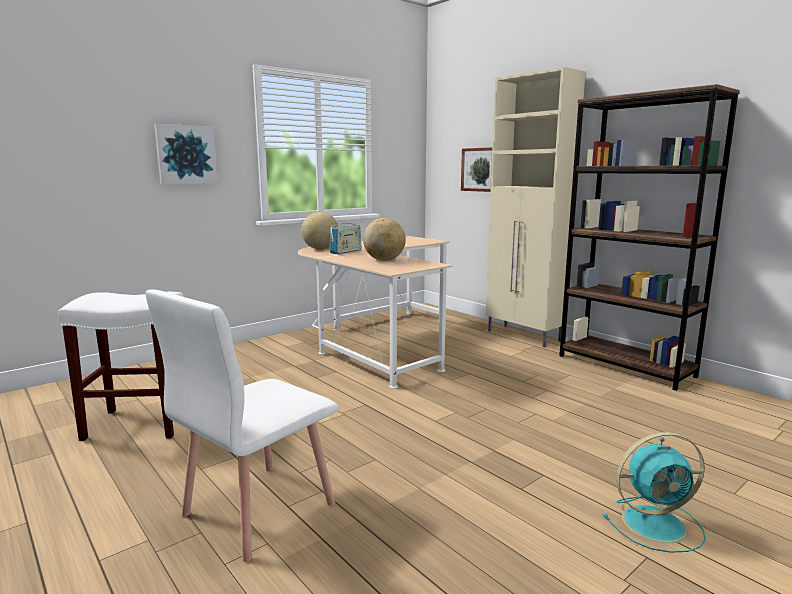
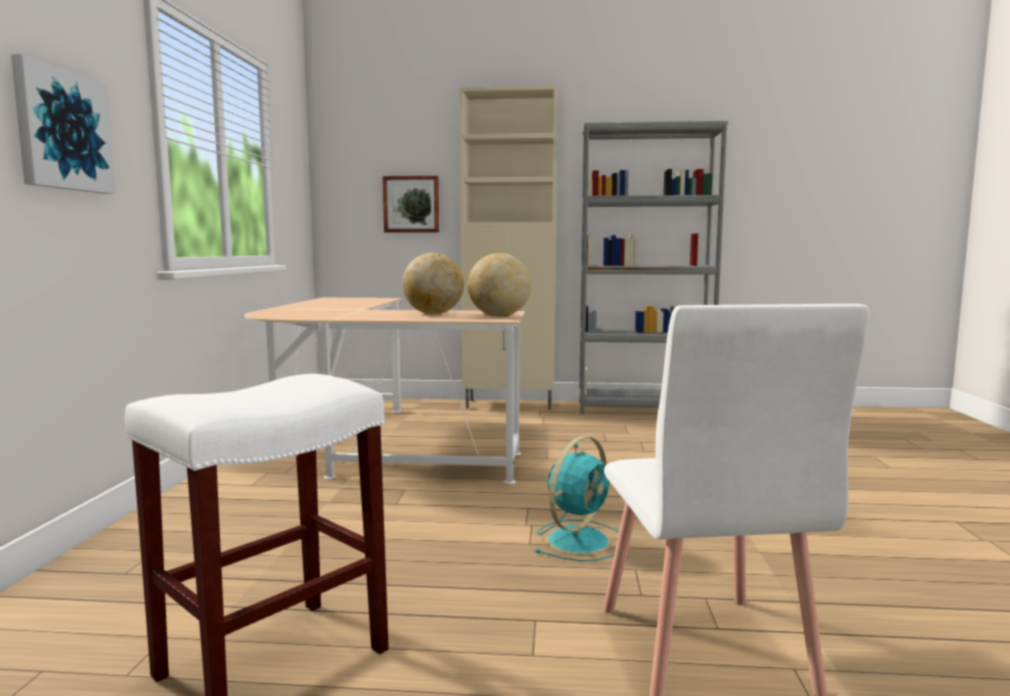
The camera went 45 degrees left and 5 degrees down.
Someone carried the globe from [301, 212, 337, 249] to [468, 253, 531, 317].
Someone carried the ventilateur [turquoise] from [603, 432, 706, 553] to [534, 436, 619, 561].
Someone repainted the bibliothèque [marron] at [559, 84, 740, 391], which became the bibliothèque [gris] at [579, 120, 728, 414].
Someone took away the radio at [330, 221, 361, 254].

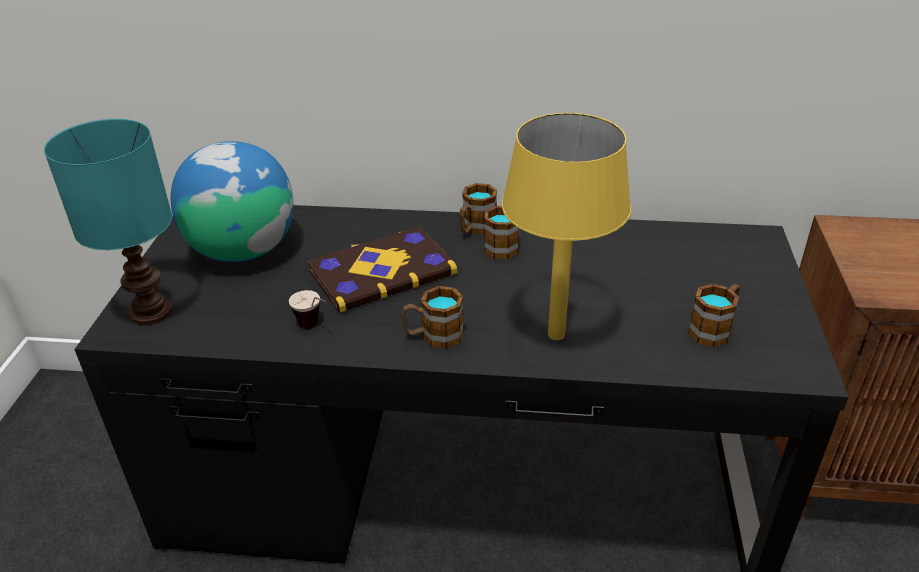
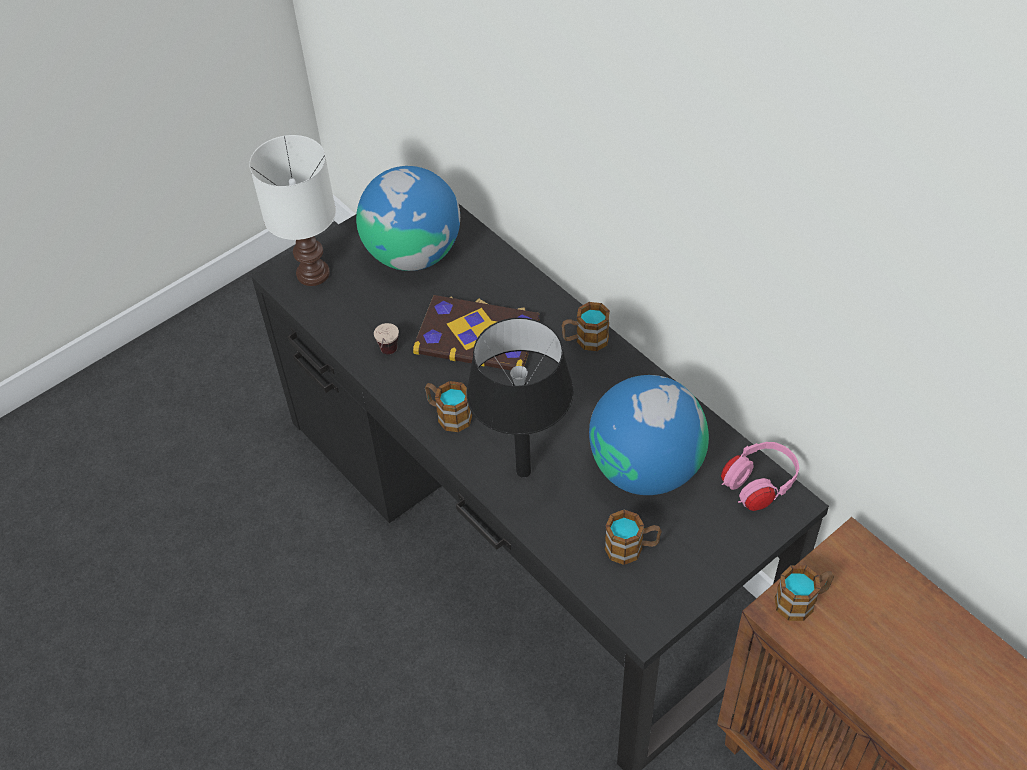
The camera went 45 degrees right and 15 degrees up.
Someone repainted the lampe de table [turquoise] at [44, 119, 173, 325], which became the lampe de table [blanc] at [249, 135, 336, 286].
Someone repainted the lampe de table [jaune] at [502, 113, 631, 340], which became the lampe de table [noir] at [466, 317, 574, 478].
Someone put down the globe at [589, 375, 709, 495].
Someone put down the casque audio [rose] at [721, 442, 799, 511].
Someone carried the mug from [484, 206, 519, 259] to [775, 565, 834, 621].

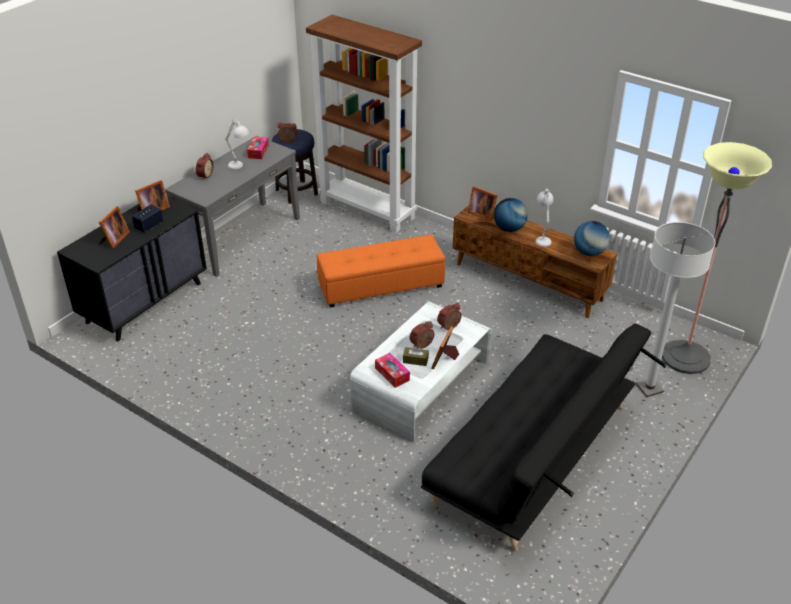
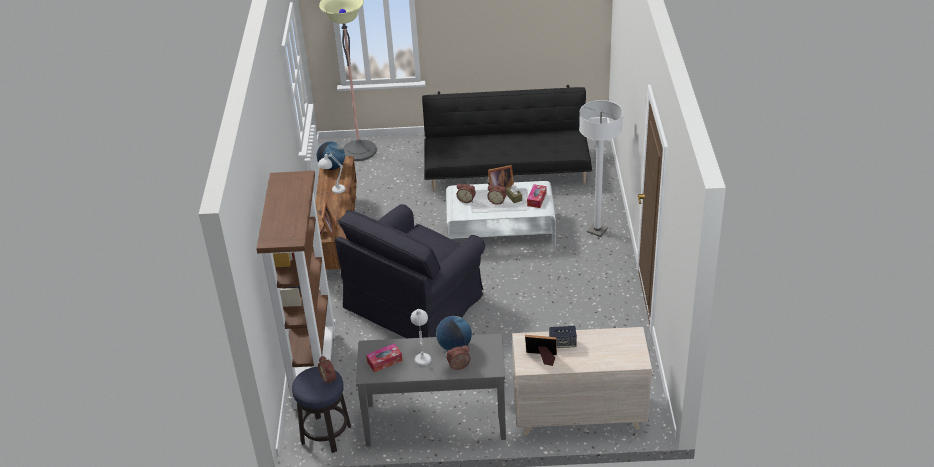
The camera went 125 degrees left and 0 degrees up.
Someone swapped the pouf [orange] at [317, 235, 445, 308] for the fauteuil [noir] at [335, 204, 485, 338].
Someone carried the globe from [494, 198, 528, 232] to [436, 316, 472, 351].
Someone repainted the commode [noir] at [57, 197, 207, 342], which became the commode [beige] at [512, 327, 652, 435].
Someone carried the lampadaire [blanc] from [636, 222, 715, 397] to [579, 100, 623, 237].
Someone took away the cadre photo at [99, 206, 130, 249].

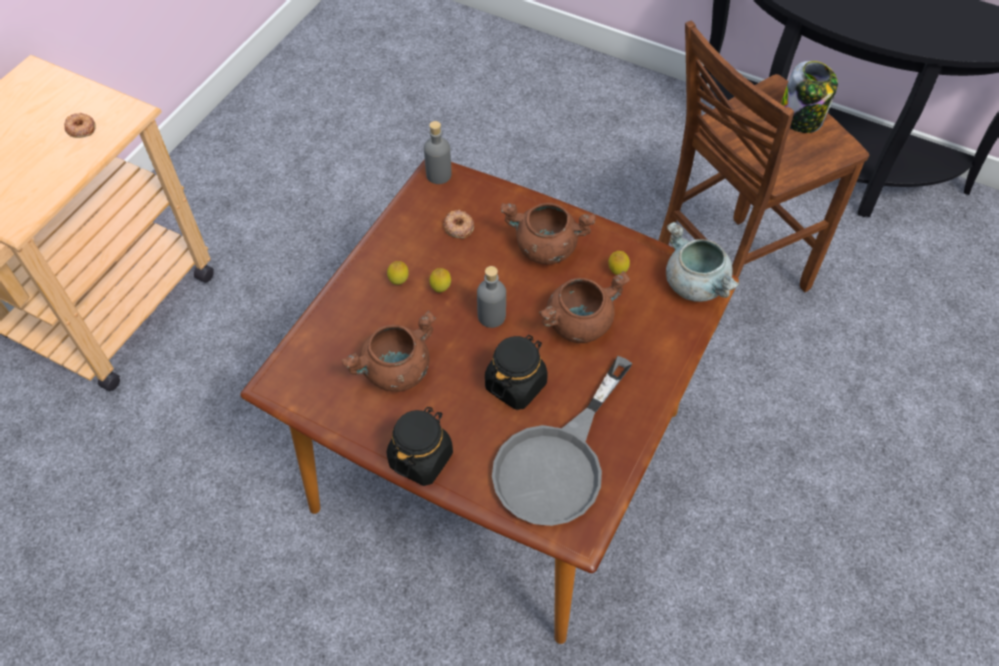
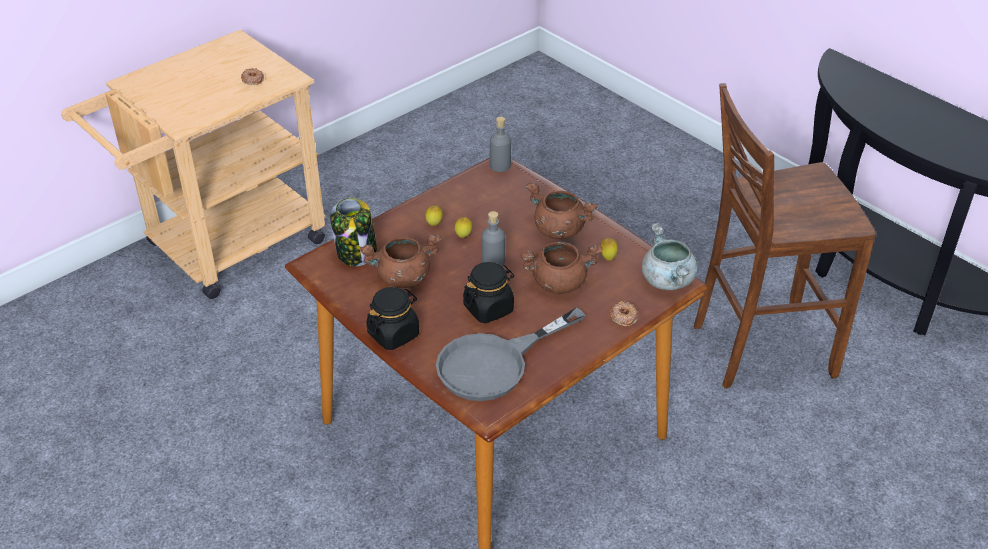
The camera went 20 degrees right and 15 degrees down.
Someone carried the bocal from [781, 61, 838, 133] to [330, 198, 377, 266].
Someone carried the beignet from [443, 210, 474, 238] to [610, 301, 638, 327].

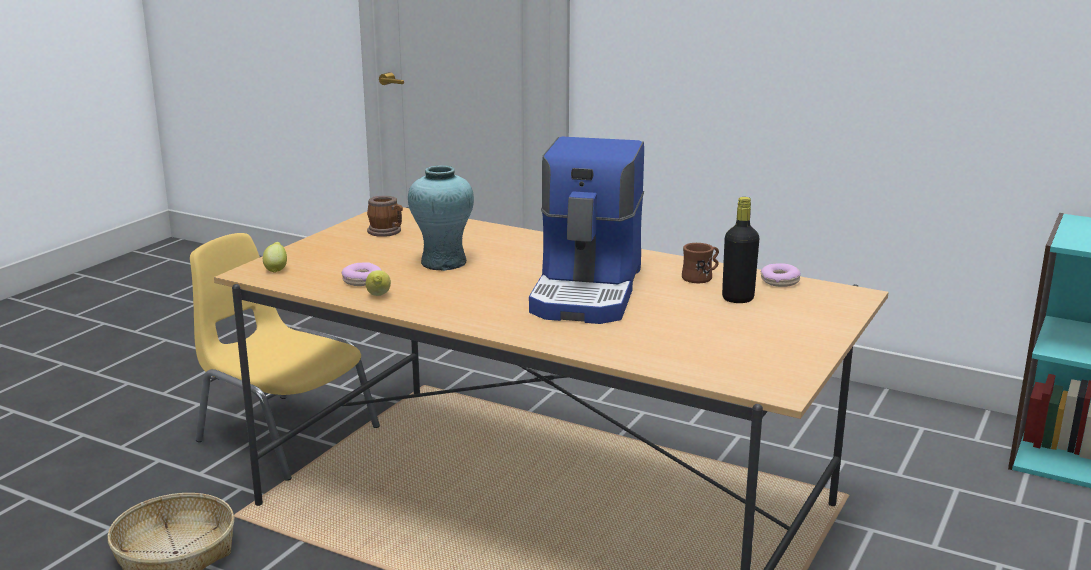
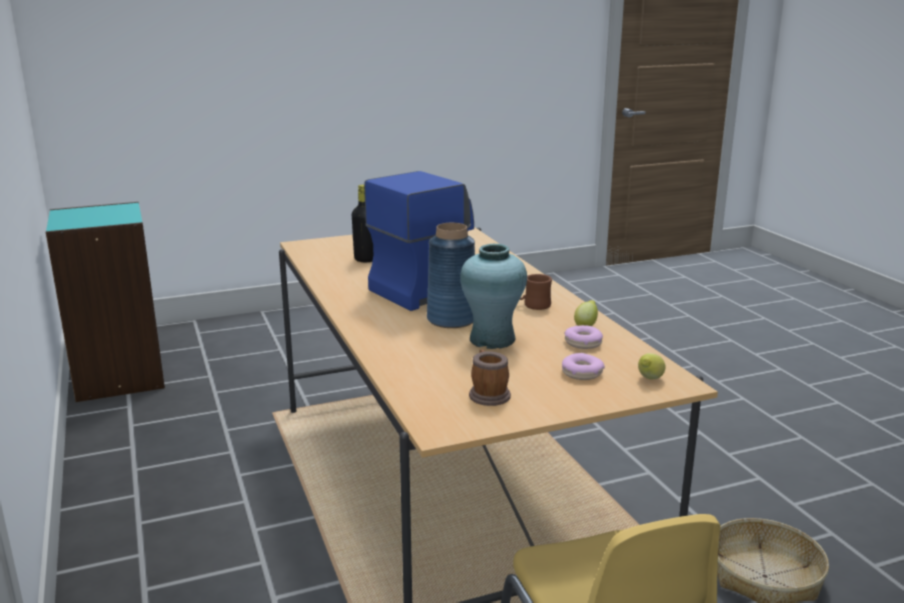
The camera went 140 degrees left and 0 degrees up.
Someone put down the vase [bleu] at [427, 223, 475, 328].
Someone carried the mug [marron] from [682, 243, 719, 283] to [520, 274, 552, 310].
Someone carried the beignet from [761, 263, 801, 287] to [562, 353, 605, 380].

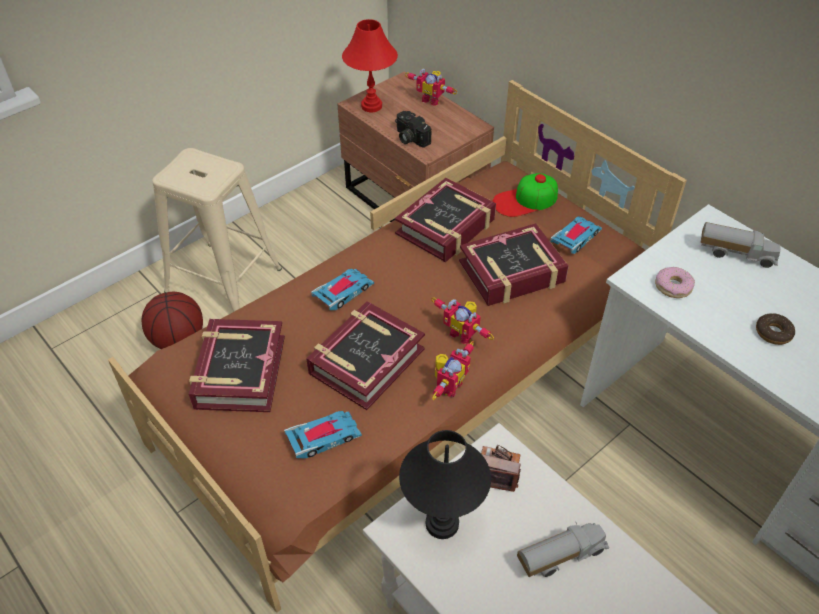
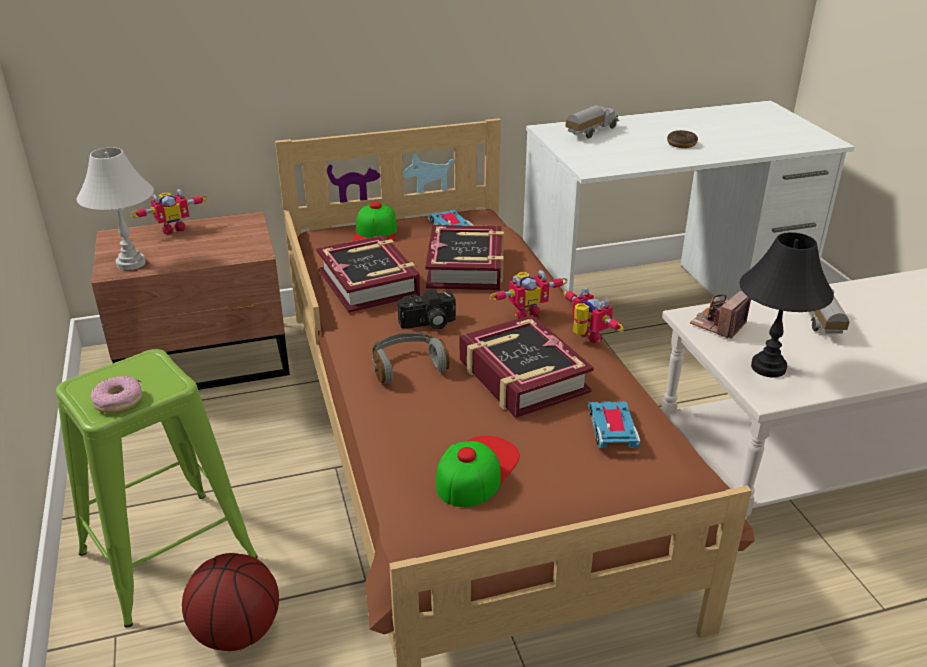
The camera went 65 degrees left and 15 degrees down.
Someone repainted the tabouret [beige] at [152, 148, 282, 312], which became the tabouret [vert] at [56, 349, 258, 628].
Someone repainted the lampe de table [rouge] at [342, 19, 398, 112], which became the lampe de table [blanc] at [77, 147, 154, 270].
Someone carried the beignet from [655, 267, 695, 298] to [90, 376, 142, 413].
Someone swapped the petite voiture at [311, 269, 374, 310] for the casque audio [gris] at [372, 332, 450, 384].
Someone carried the appareil photo from [395, 111, 431, 148] to [398, 289, 456, 329].
Someone swapped the livre at [189, 319, 285, 412] for the casquette at [436, 436, 520, 507].

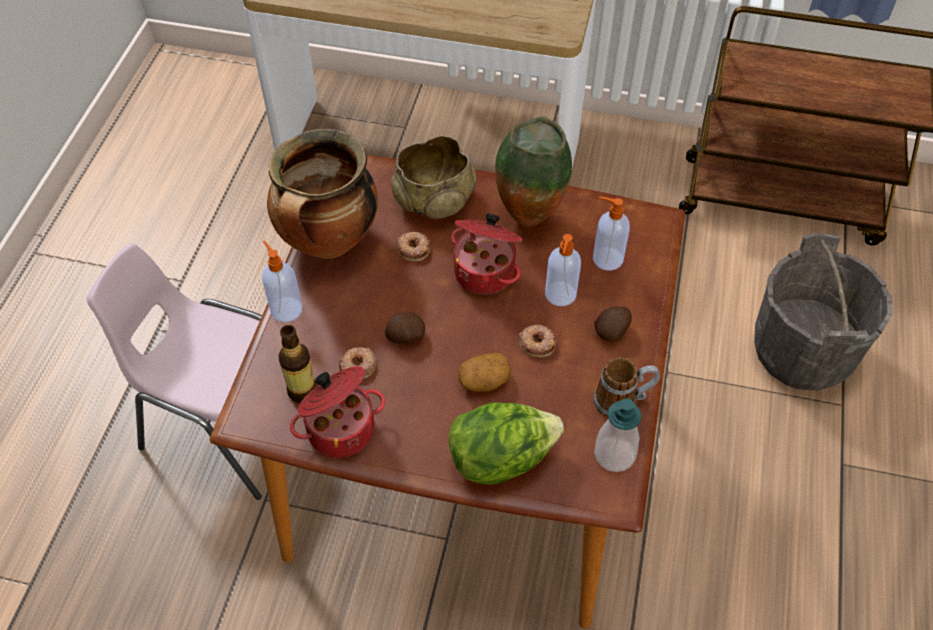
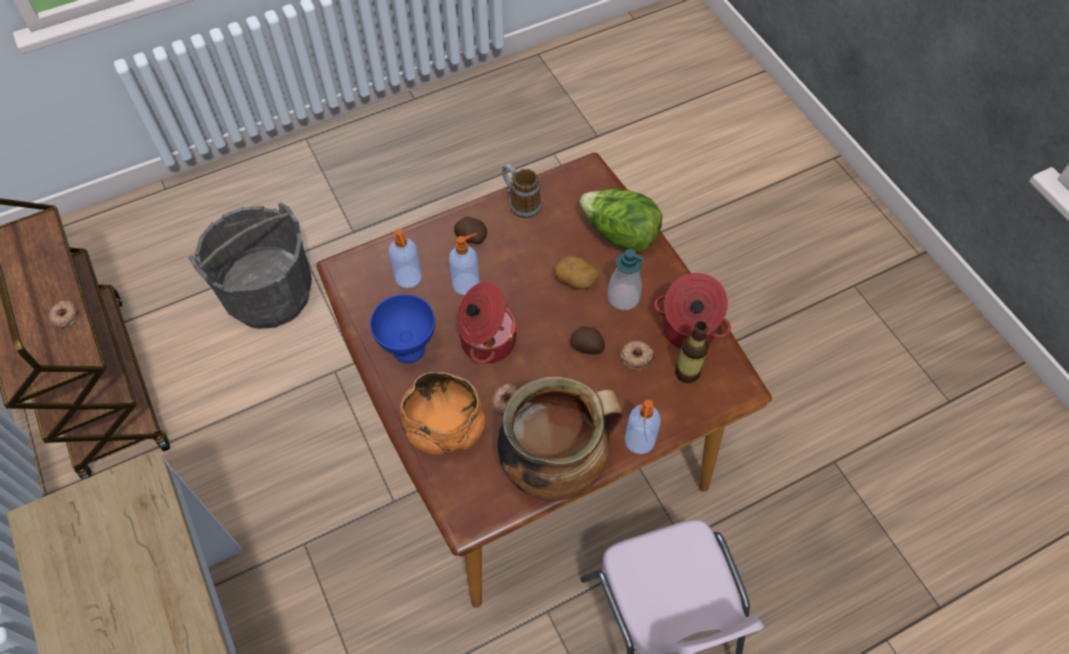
The camera went 130 degrees left and 5 degrees up.
Someone carried the beignet from [519, 325, 557, 357] to [48, 300, 79, 329].
Someone swapped the vase at [495, 117, 572, 227] for the bol [bleu] at [370, 294, 435, 363].
Someone repainted the bol [beige] at [391, 136, 477, 219], which became the bol [orange] at [400, 372, 486, 455].
Someone carried the distributeur de savon from [594, 398, 642, 472] to [607, 249, 644, 310].

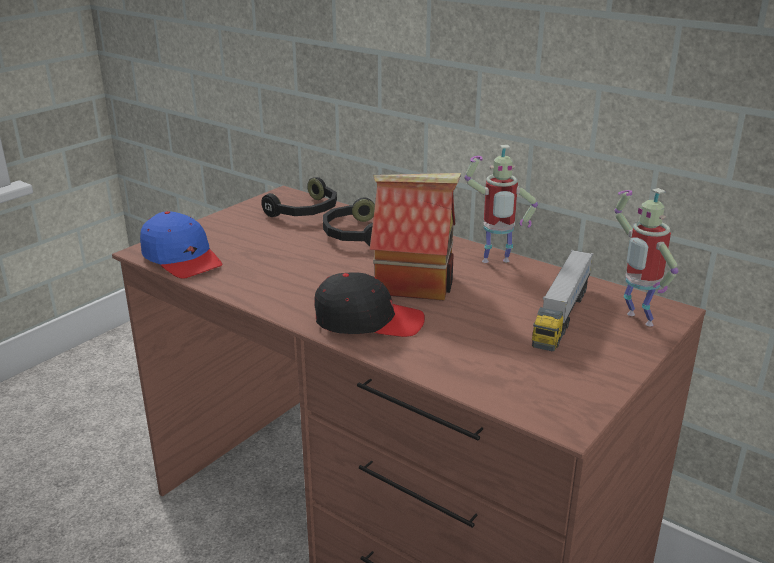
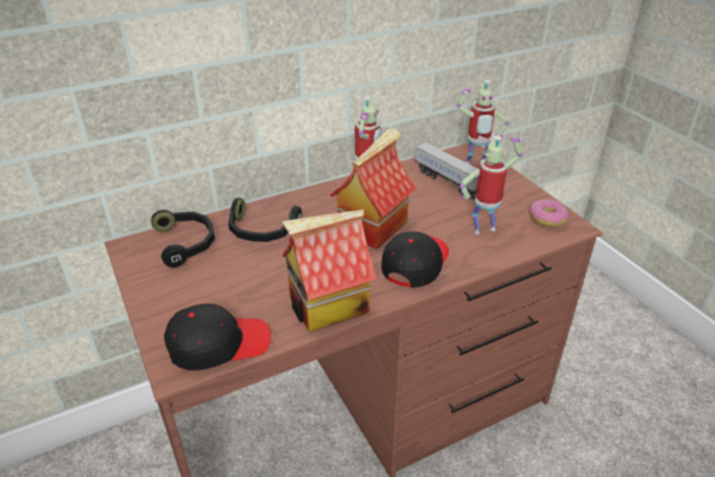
The camera went 65 degrees left and 10 degrees up.
Someone repainted the casquette [bleu] at [140, 211, 222, 279], which became the casquette [noir] at [164, 304, 271, 371].
Someone put down the maison miniature at [282, 209, 377, 332].
Someone put down the robot jouet at [460, 136, 522, 235].
Someone put down the beignet at [529, 199, 569, 227].

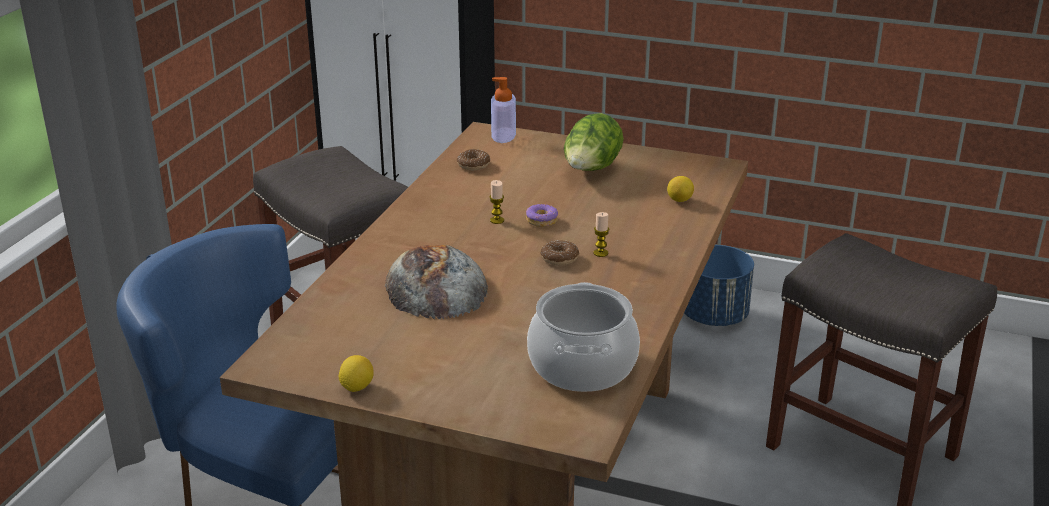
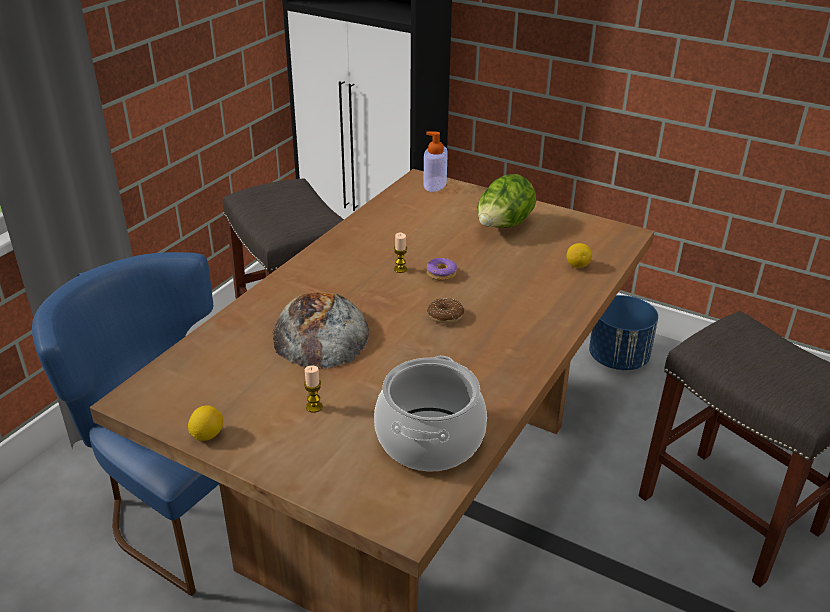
The camera went 10 degrees right and 5 degrees up.
Someone carried the bougie from [593, 212, 609, 257] to [304, 366, 323, 413].
Someone took away the beignet at [457, 149, 490, 170].

